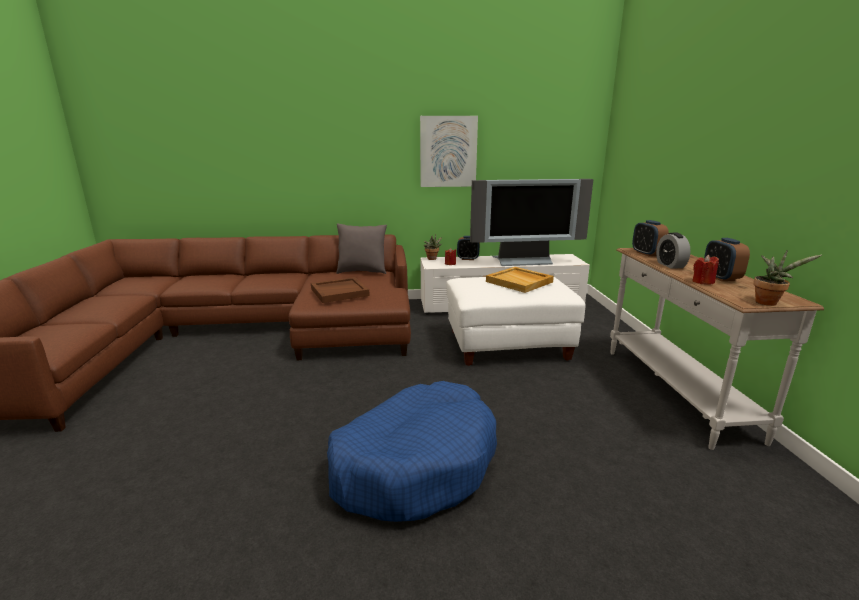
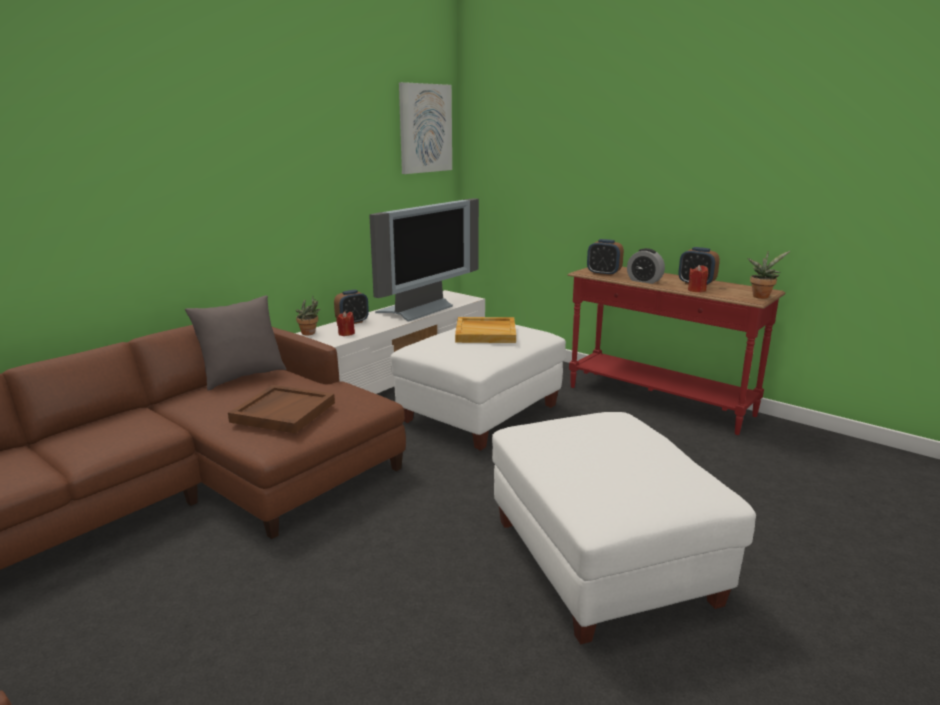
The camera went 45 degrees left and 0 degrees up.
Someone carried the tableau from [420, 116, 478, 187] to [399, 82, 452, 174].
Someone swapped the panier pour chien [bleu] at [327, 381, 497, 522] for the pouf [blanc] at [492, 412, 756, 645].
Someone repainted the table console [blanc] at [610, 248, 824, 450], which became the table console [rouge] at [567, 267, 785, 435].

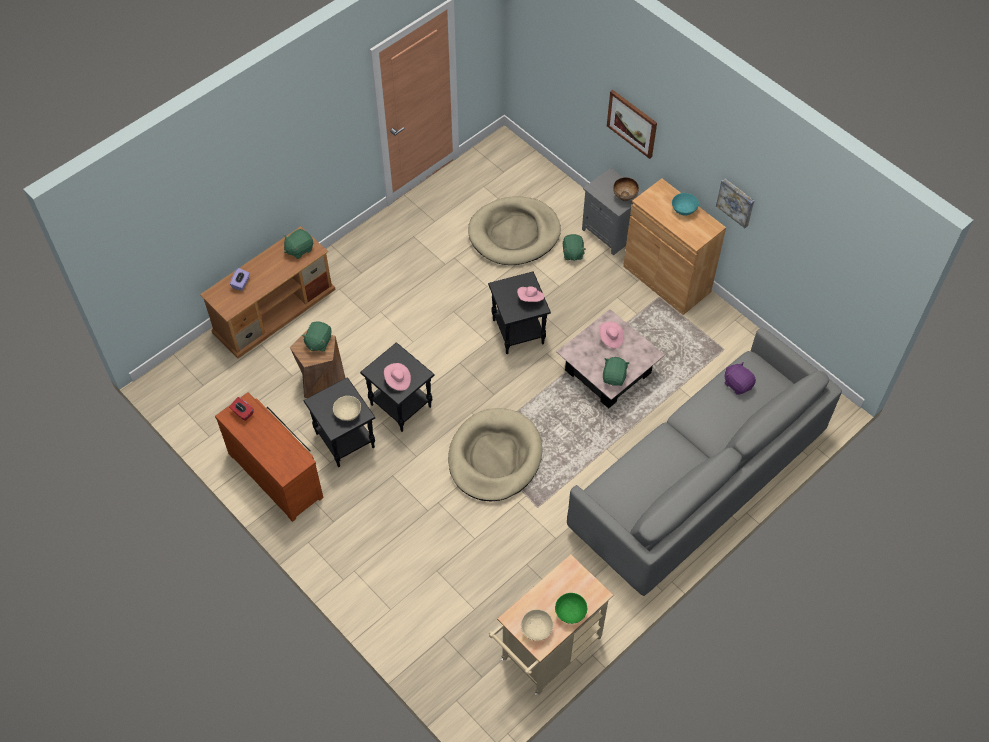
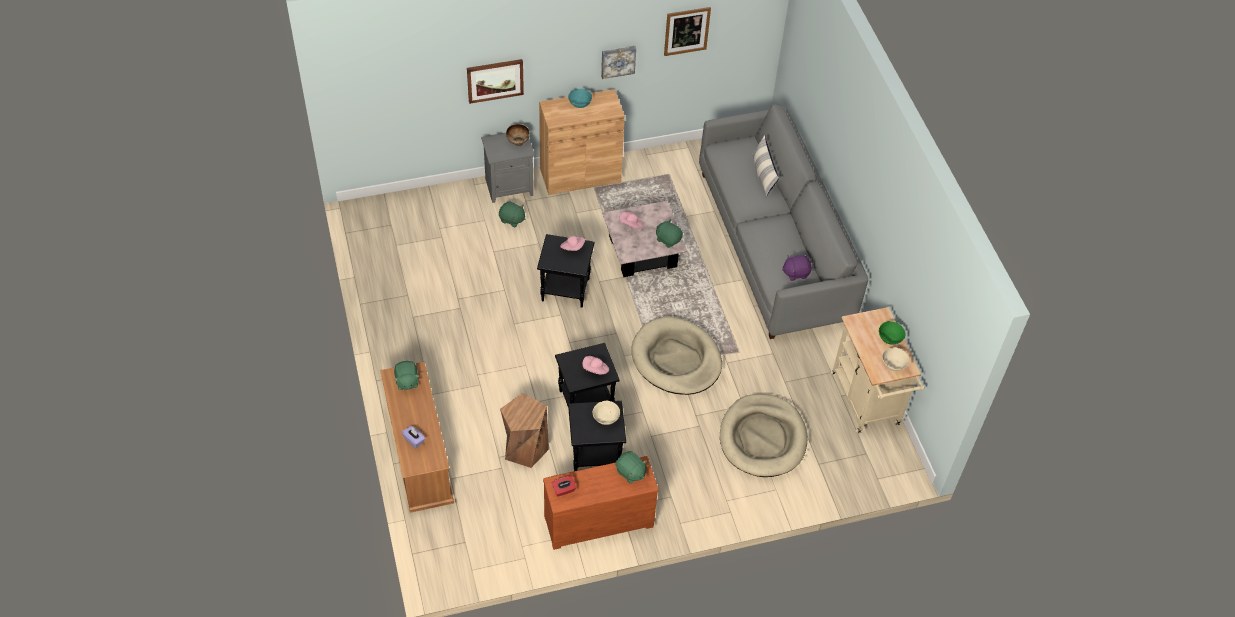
The camera went 65 degrees left and 5 degrees down.
Someone carried the peluche [vert] from [302, 321, 332, 351] to [615, 451, 647, 484].
Someone put up the tableau at [664, 7, 711, 56].
Someone carried the panier pour chien [beige] from [468, 196, 561, 265] to [720, 394, 808, 477].
Someone put down the coussin at [752, 135, 779, 197].
Someone carried the peluche [violet] from [724, 362, 756, 395] to [782, 255, 812, 281].

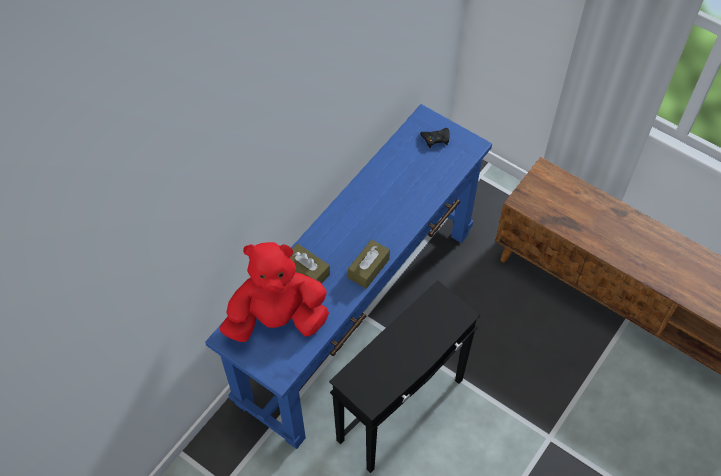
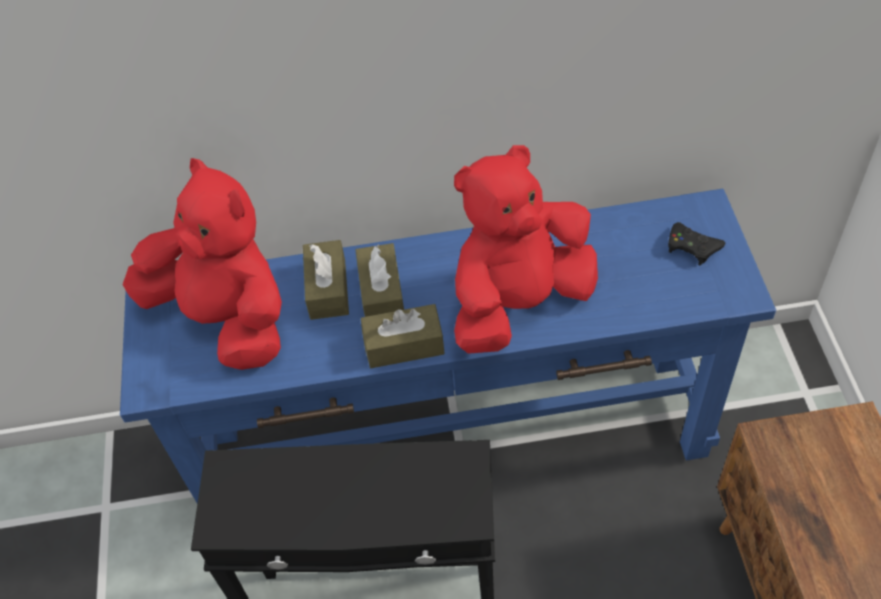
The camera went 50 degrees right and 5 degrees down.
Someone put down the boîte à mouchoirs [marron] at [355, 243, 404, 317].
Someone put down the peluche [rouge] at [454, 145, 598, 354].

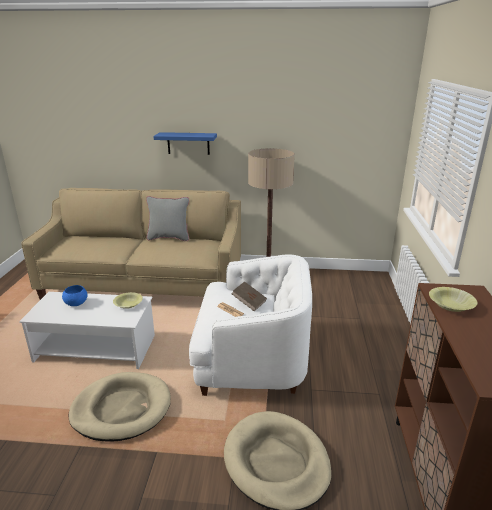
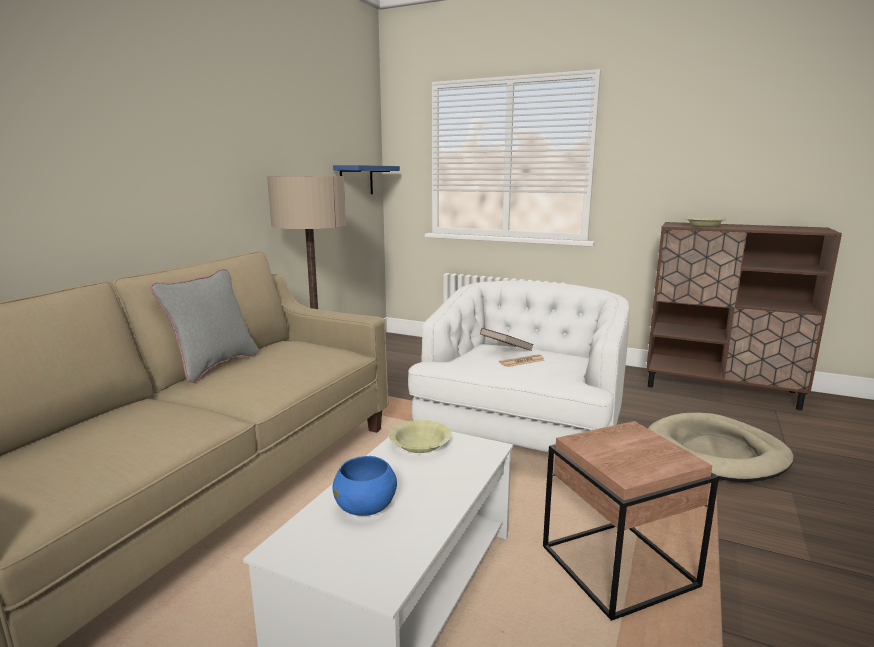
The camera went 70 degrees left and 10 degrees down.
Someone carried the étagère [bleu] from [153, 132, 217, 155] to [333, 165, 400, 194].
Someone swapped the panier pour chien [beige] at [69, 372, 171, 442] for the table d'appoint [marron] at [543, 421, 719, 621].

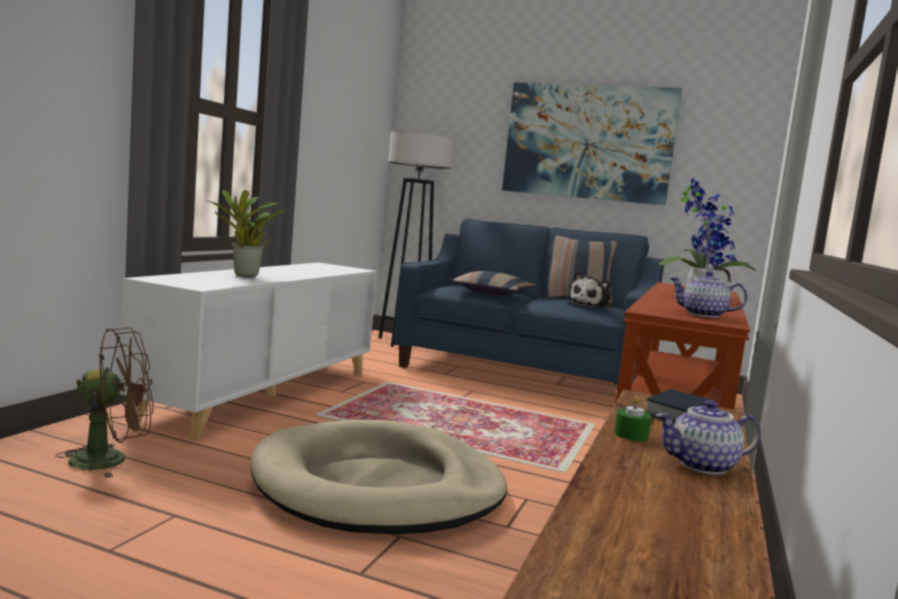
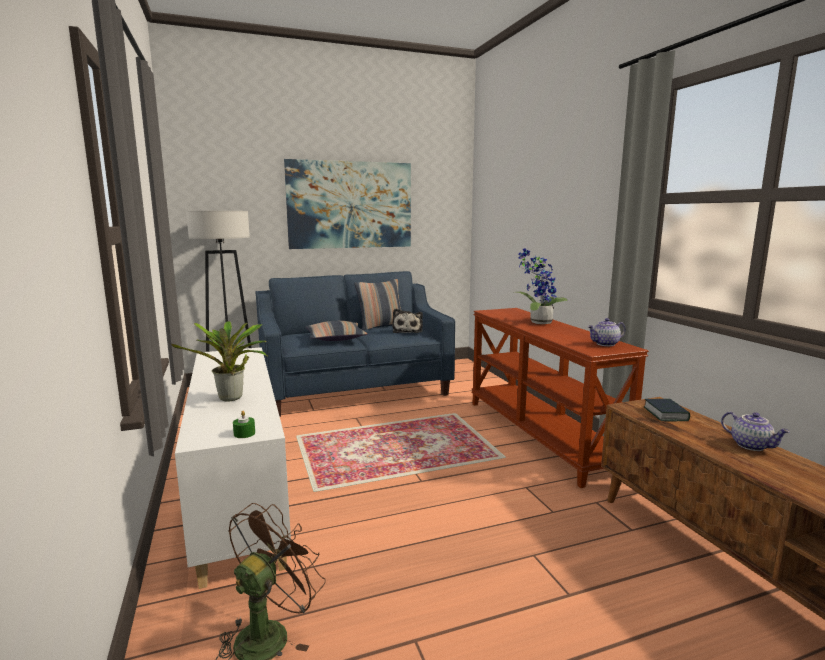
The camera went 40 degrees left and 5 degrees up.
Someone carried the bougie [vert] from [614, 396, 652, 441] to [233, 411, 255, 438].
Someone rotated the théière at [656, 400, 761, 475] by 75 degrees counterclockwise.
Someone took away the panier pour chien [beige] at [251, 420, 507, 534].

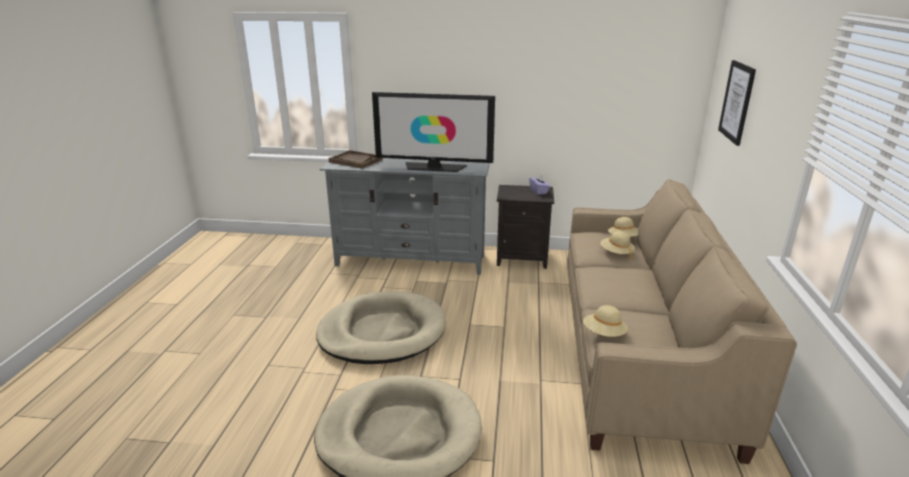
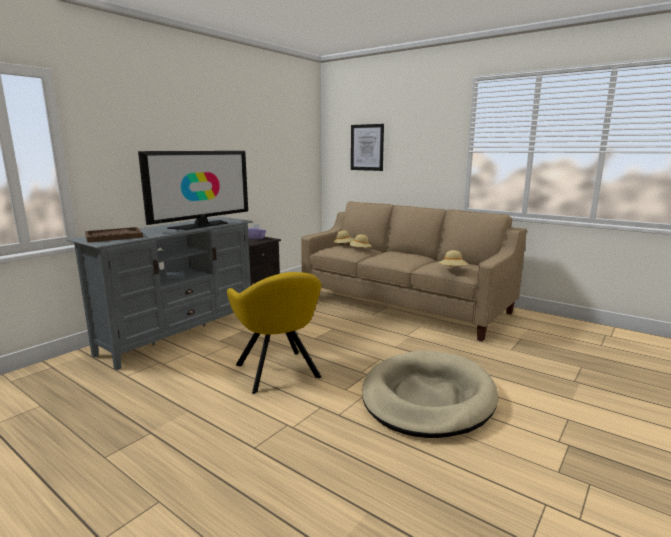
The camera went 60 degrees left and 10 degrees down.
Someone swapped the panier pour chien [beige] at [316, 291, 446, 364] for the fauteuil [jaune] at [227, 272, 322, 394].

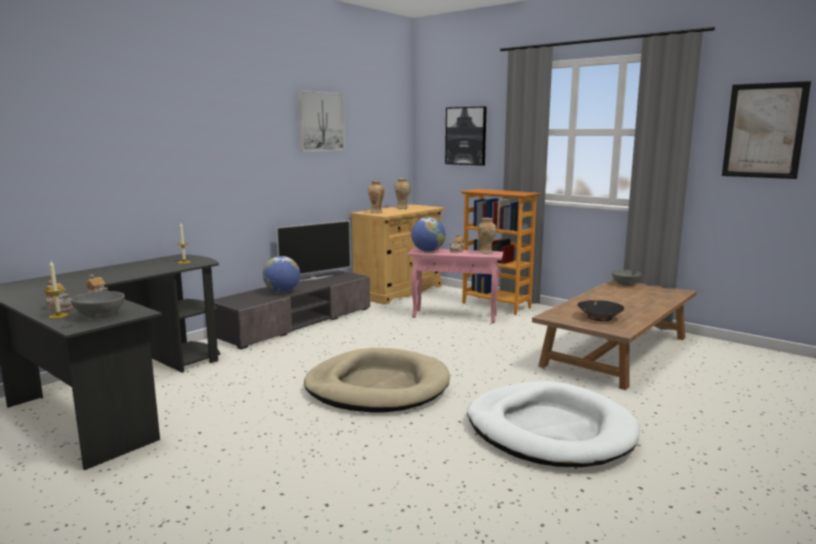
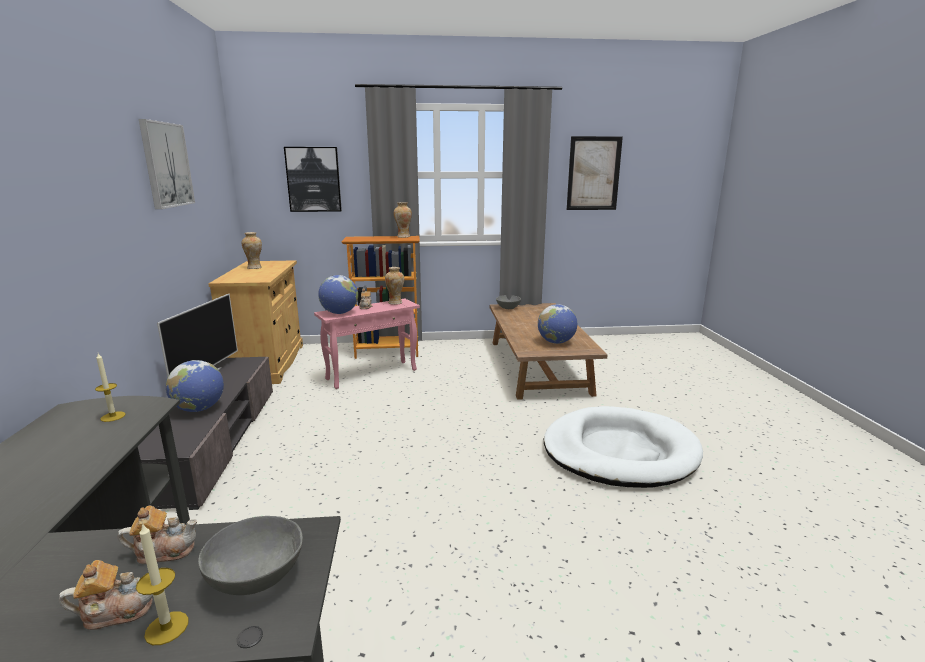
The camera went 45 degrees left and 5 degrees up.
Someone carried the vase from [368, 181, 384, 213] to [394, 202, 412, 238].
Someone swapped the bol [noir] at [577, 300, 624, 321] for the globe at [538, 304, 577, 344].
Someone took away the panier pour chien [beige] at [304, 348, 450, 412].

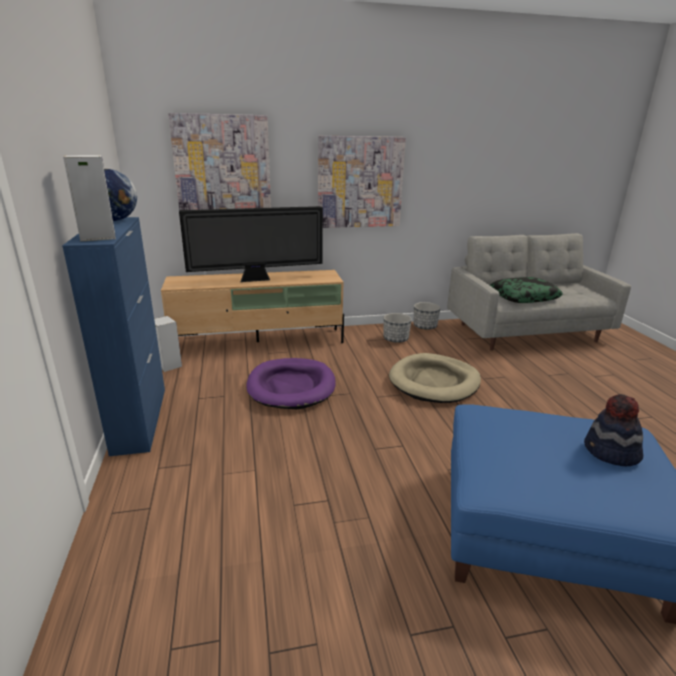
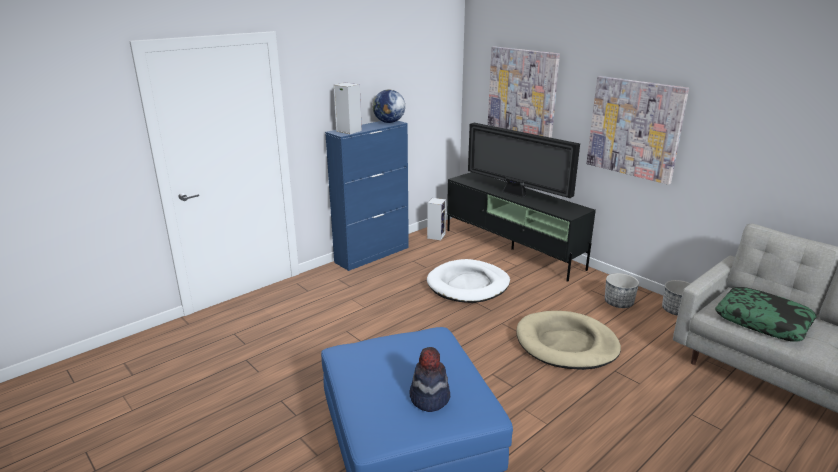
The camera went 60 degrees right and 0 degrees up.
Someone repainted the panier pour chien [violet] at [246, 358, 336, 409], which became the panier pour chien [blanc] at [427, 259, 510, 303].
Someone repainted the meuble télé [beige] at [161, 270, 344, 343], which became the meuble télé [noir] at [447, 172, 596, 282].

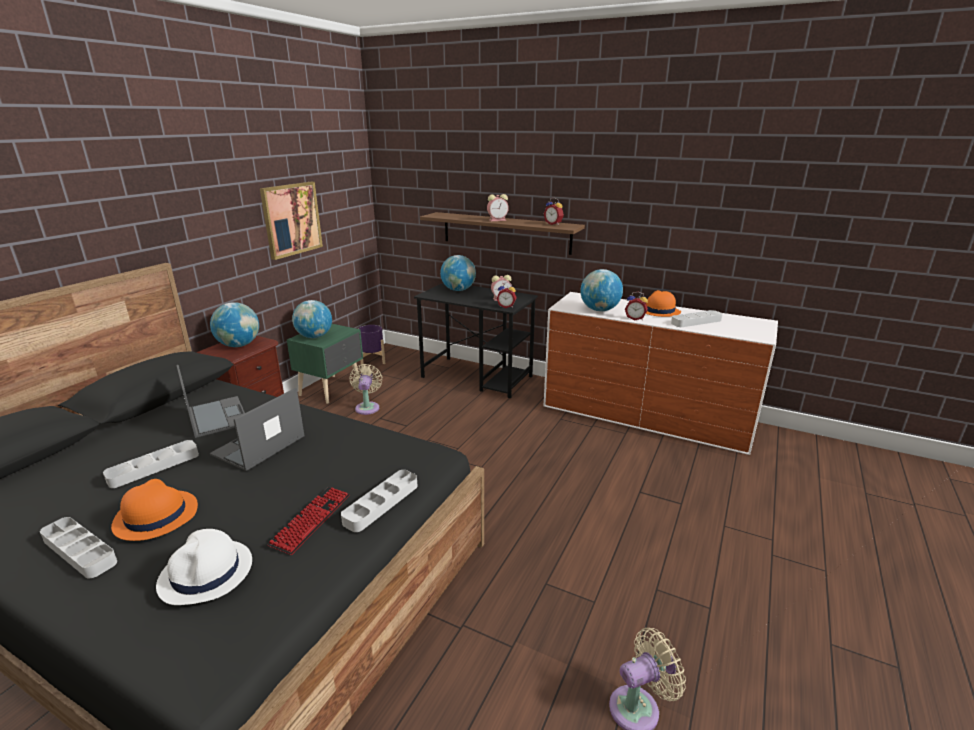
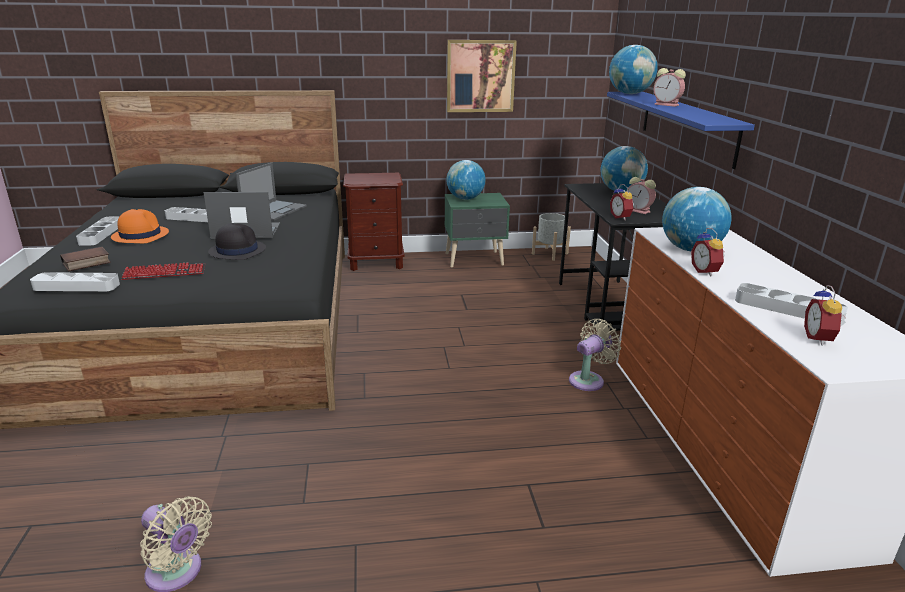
The camera went 55 degrees right and 0 degrees up.
Someone carried the plateau [gris] from [341, 470, 417, 532] to [30, 272, 120, 291].
Someone swapped the chapeau [blanc] at [156, 529, 252, 605] for the livre at [60, 246, 111, 271].
Someone put down the chapeau [noir] at [208, 223, 266, 260].
Someone repainted the cache-pot [violet] at [358, 325, 385, 366], which became the cache-pot [gris] at [532, 213, 571, 261].
Someone carried the ventilateur [beige] from [350, 364, 382, 415] to [569, 319, 621, 391].
Someone repainted the étagère [marron] at [420, 212, 585, 255], which became the étagère [bleu] at [607, 92, 755, 169].
Someone carried the globe from [210, 302, 259, 347] to [609, 45, 658, 94].
Someone carried the réveil from [544, 197, 564, 225] to [804, 285, 846, 346].
Someone took away the chapeau [orange] at [646, 290, 681, 317].

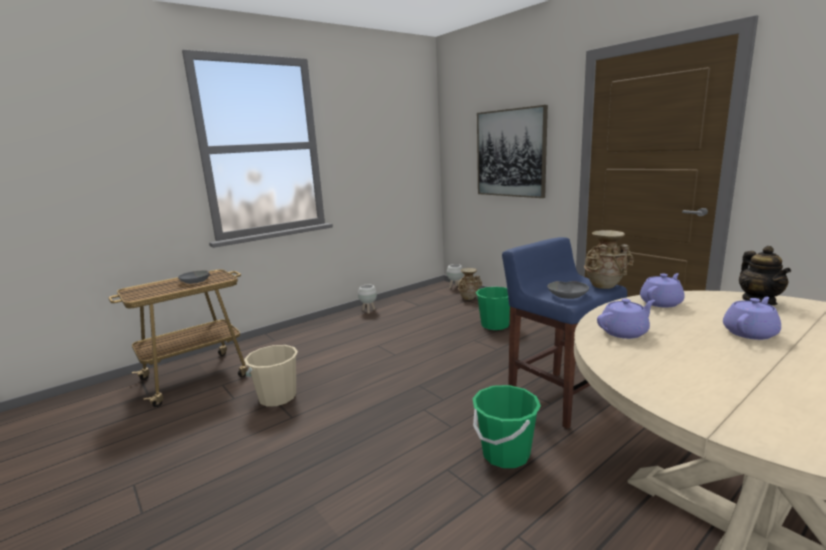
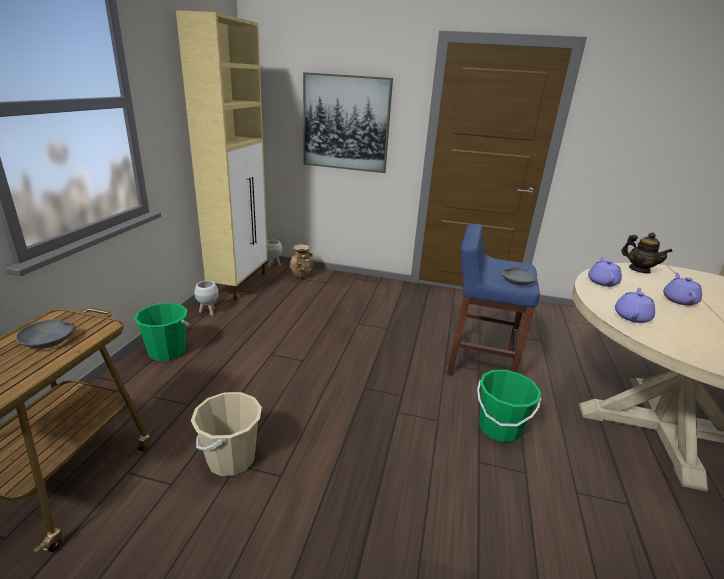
The camera went 40 degrees left and 10 degrees up.
Someone carried the seau [vert] from [475, 287, 510, 330] to [134, 303, 190, 361].
Someone put down the meuble de rangement [beige] at [176, 10, 268, 300].
Someone took away the vase [beige] at [584, 230, 634, 289].

